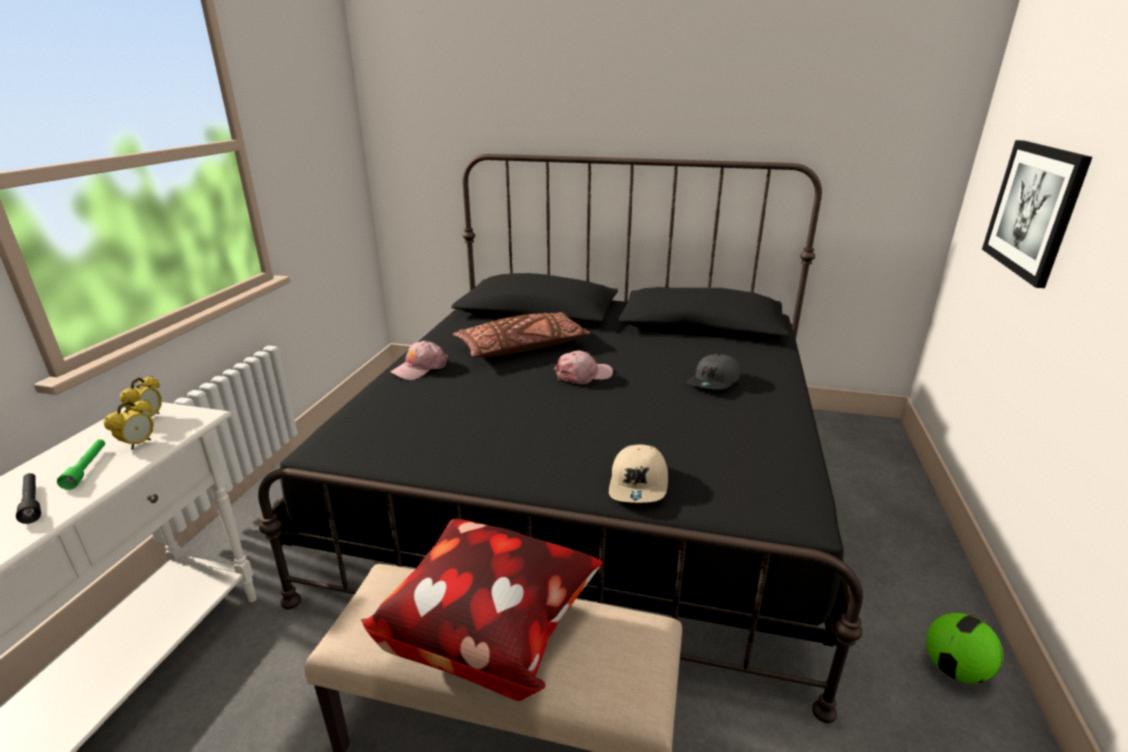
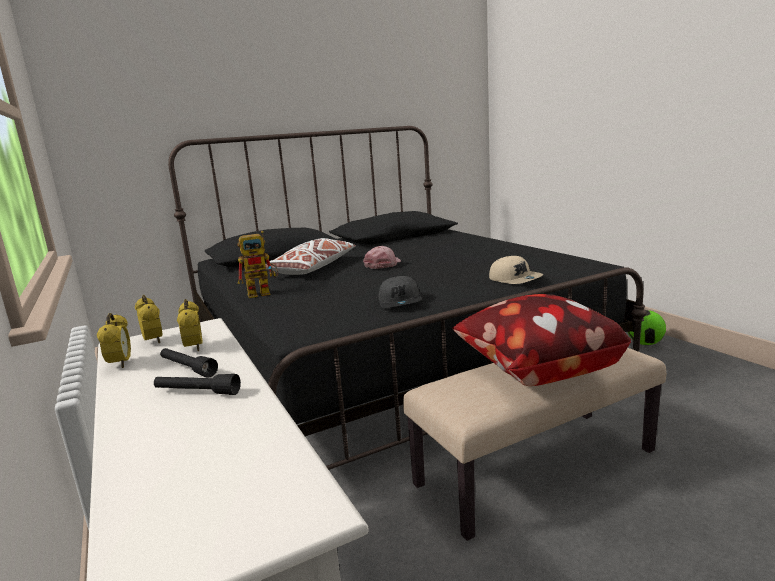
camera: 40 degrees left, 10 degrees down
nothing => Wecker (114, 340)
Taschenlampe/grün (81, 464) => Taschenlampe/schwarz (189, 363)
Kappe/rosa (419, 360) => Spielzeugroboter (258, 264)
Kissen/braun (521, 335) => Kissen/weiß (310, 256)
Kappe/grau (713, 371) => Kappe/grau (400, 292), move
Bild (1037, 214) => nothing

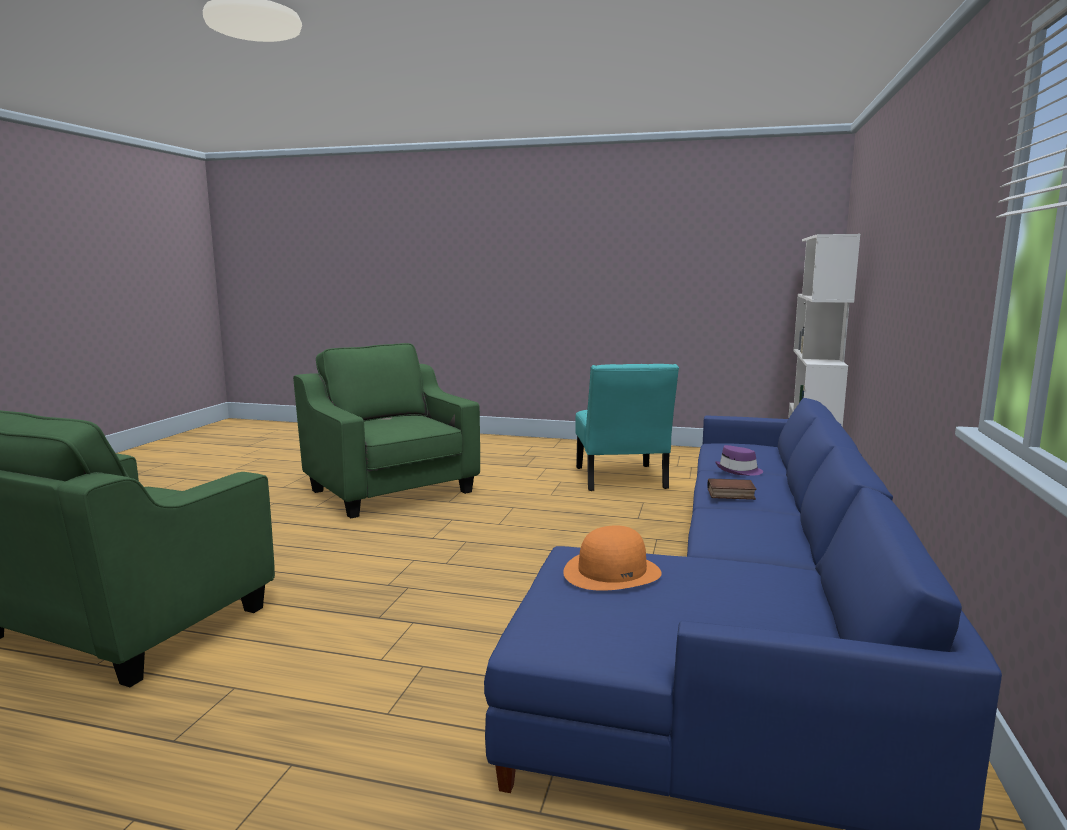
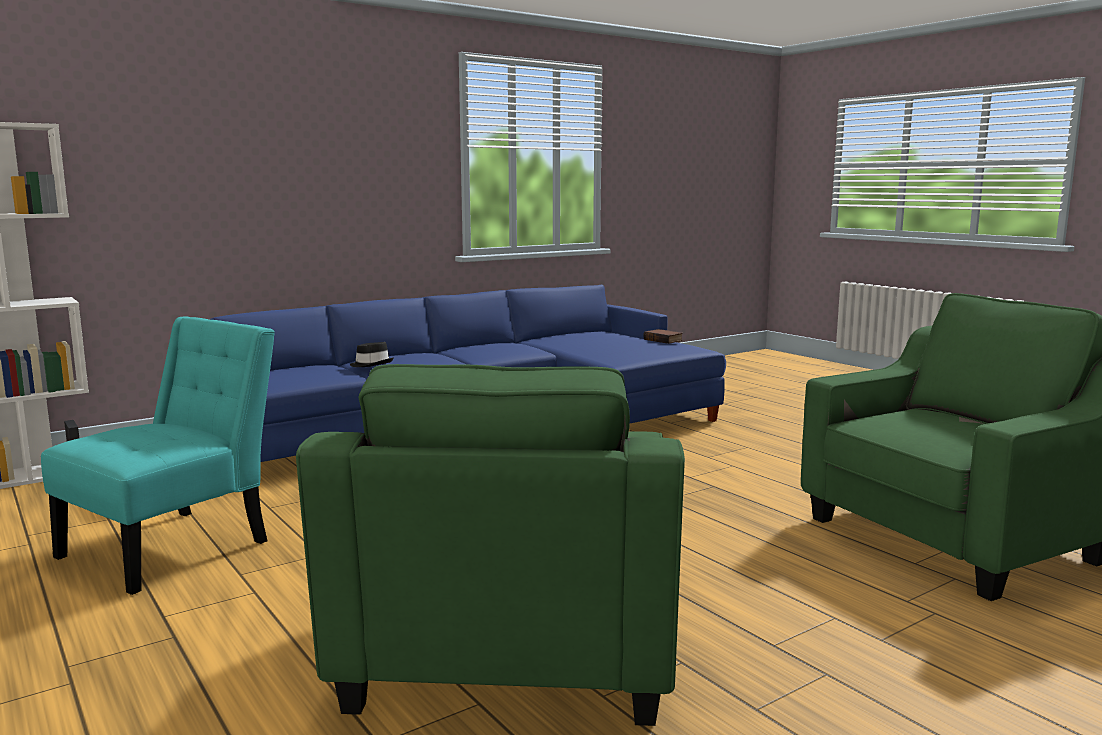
camera: 140 degrees left, 0 degrees up
Hut/lila (739, 460) => Hut/schwarz (371, 354)
Buch (731, 489) => Buch (663, 336), move
Hut/orange (612, 558) => nothing

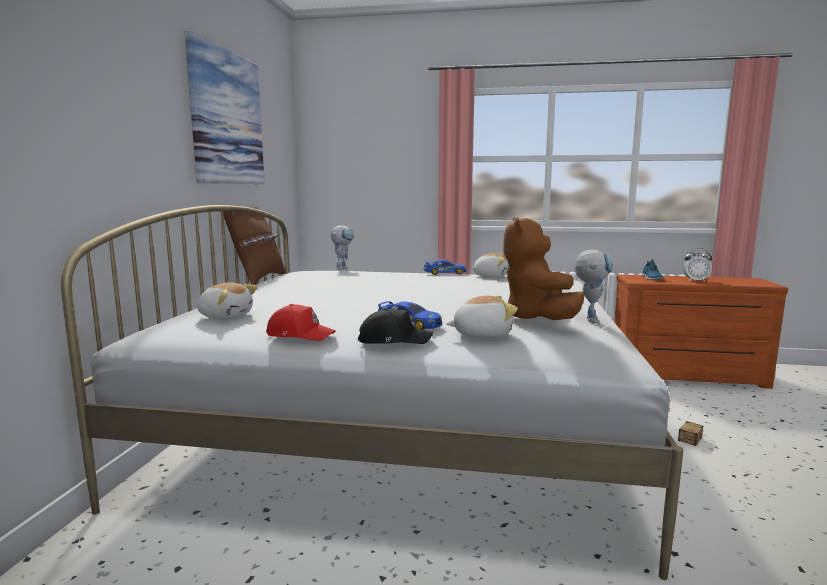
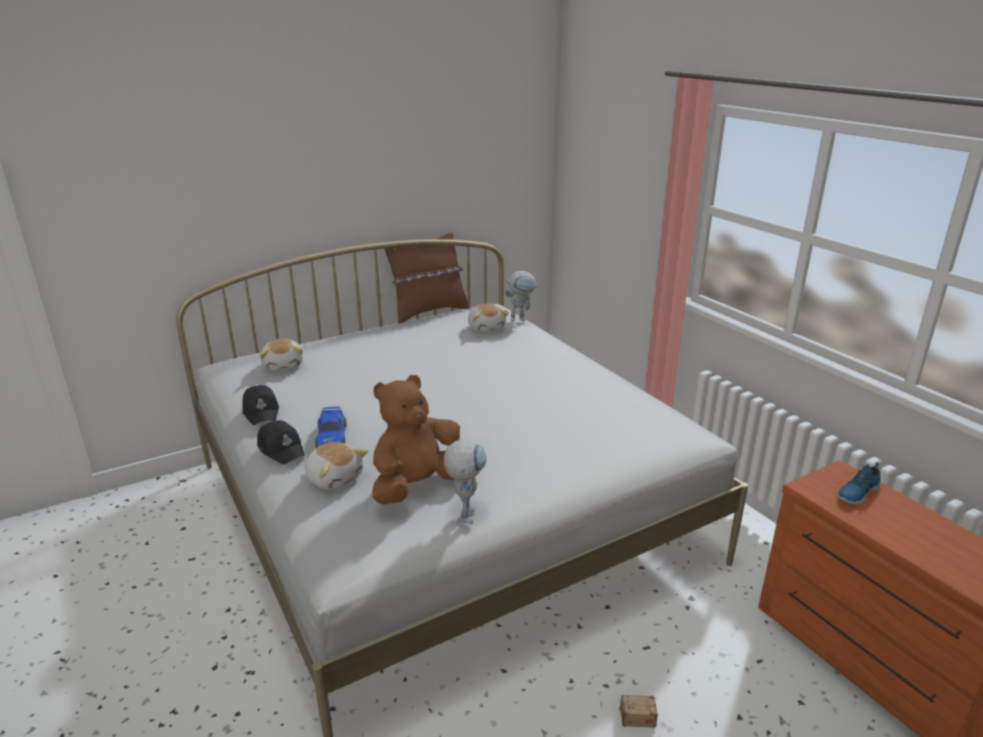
camera: 50 degrees right, 15 degrees up
Kappe/rot (301, 322) => Kappe/schwarz (261, 405)
Spielzeugroboter (593, 286) => Spielzeugroboter (465, 481), 60 degrees counterclockwise
Plüschtier (489, 265) => Plüschtier (488, 318), move
Bild (225, 107) => nothing
Spielzeugauto (444, 267) => nothing
Wecker (698, 265) => nothing

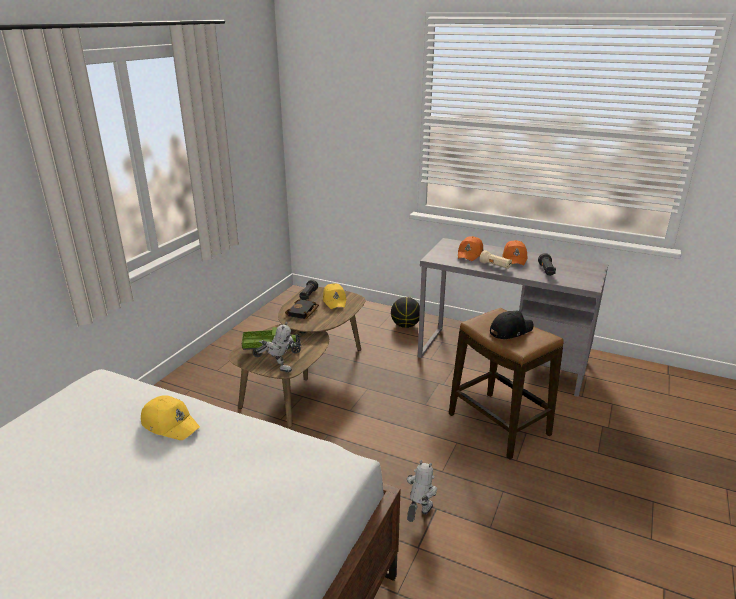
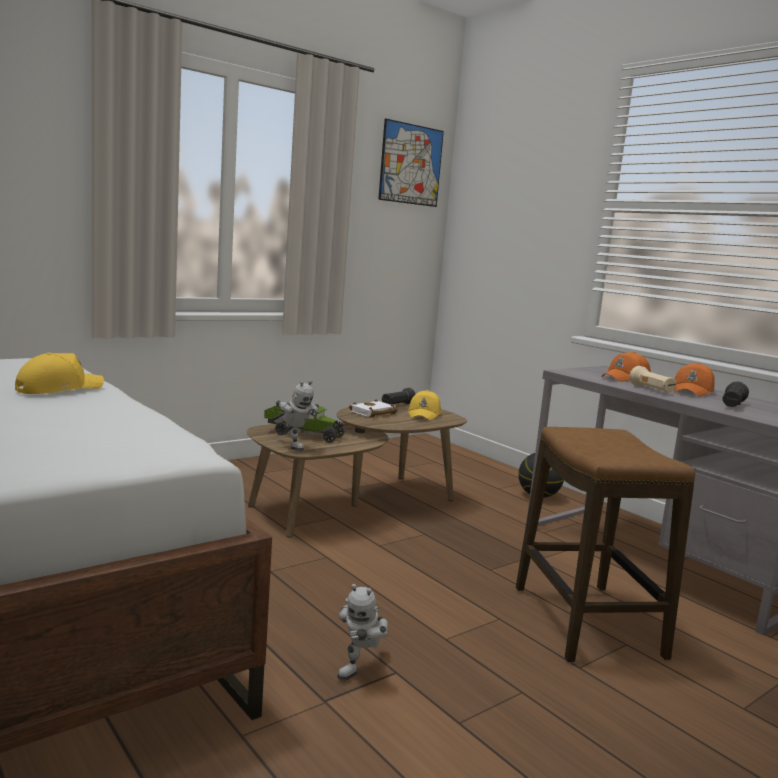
camera: 25 degrees right, 15 degrees down
Kappe/gelb (170, 417) => Kappe/gelb (59, 373), 105 degrees counterclockwise
Spielzeugroboter (422, 491) => Spielzeugroboter (362, 632), 150 degrees clockwise
Buch/schwarz (302, 309) => Buch/weiß (373, 408)
nothing => Bild (411, 163)
Kappe/schwarz (512, 325) => nothing

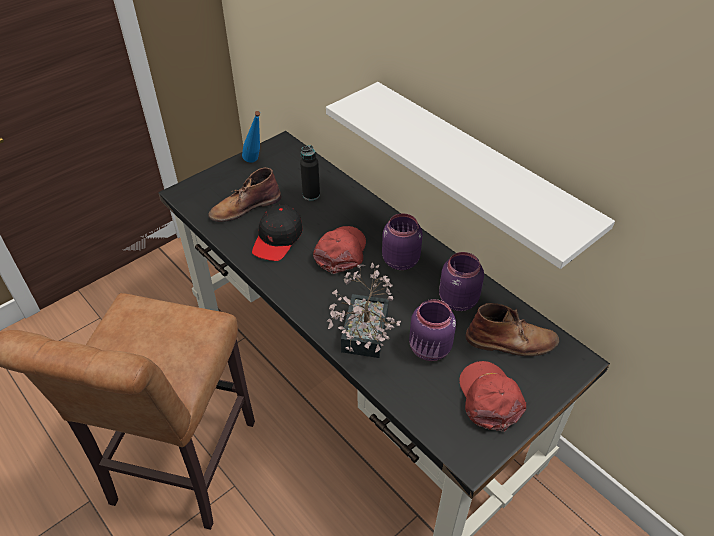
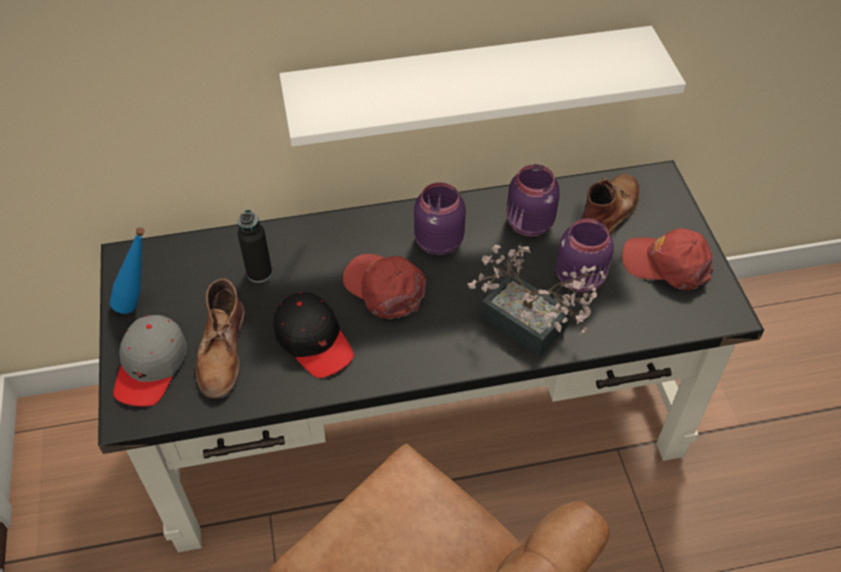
camera: 60 degrees left, 5 degrees up
nothing => Kappe/grau (150, 360)

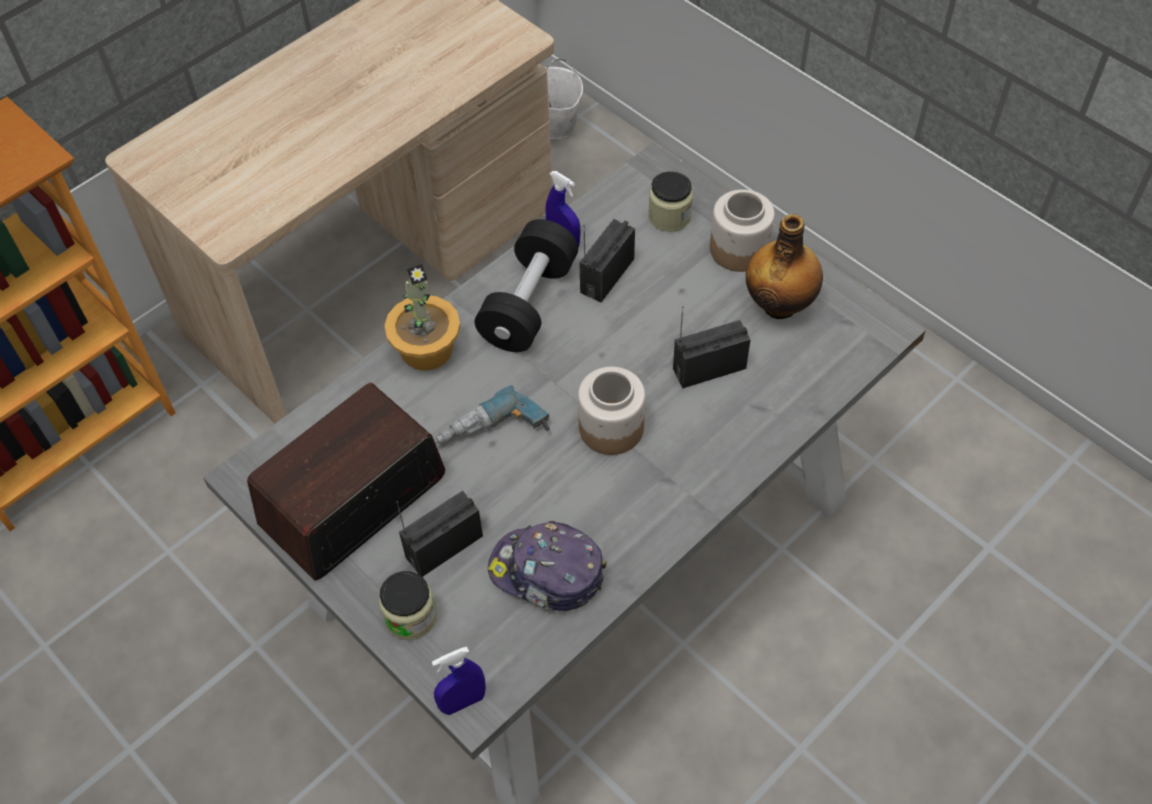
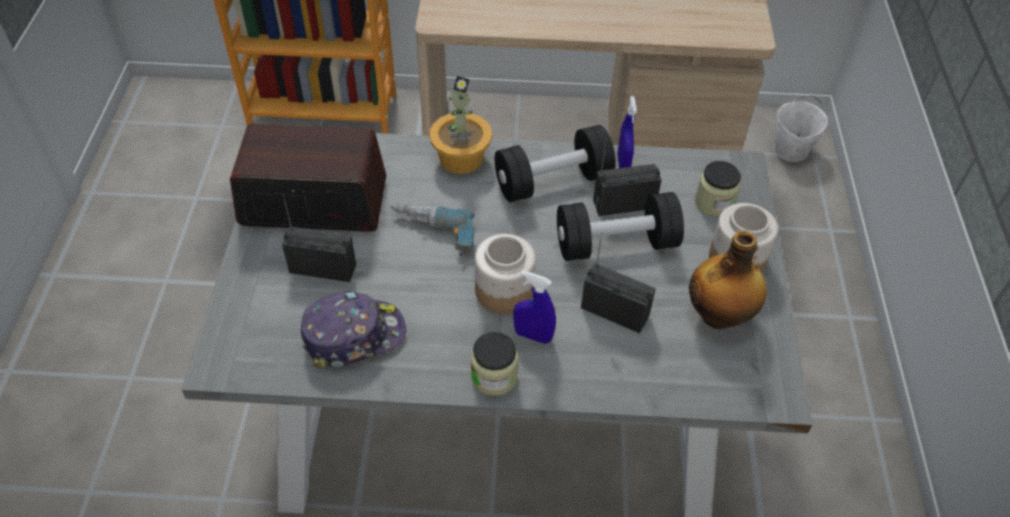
camera: 45 degrees right, 5 degrees down
Kappe (547, 565) => Kappe (353, 329), 90 degrees clockwise
Vorratsglas (408, 605) => Vorratsglas (494, 364), move
Sprühflasche/blau (459, 681) => Sprühflasche/blau (534, 307), move
nothing => Hantel/schwarz (620, 226)

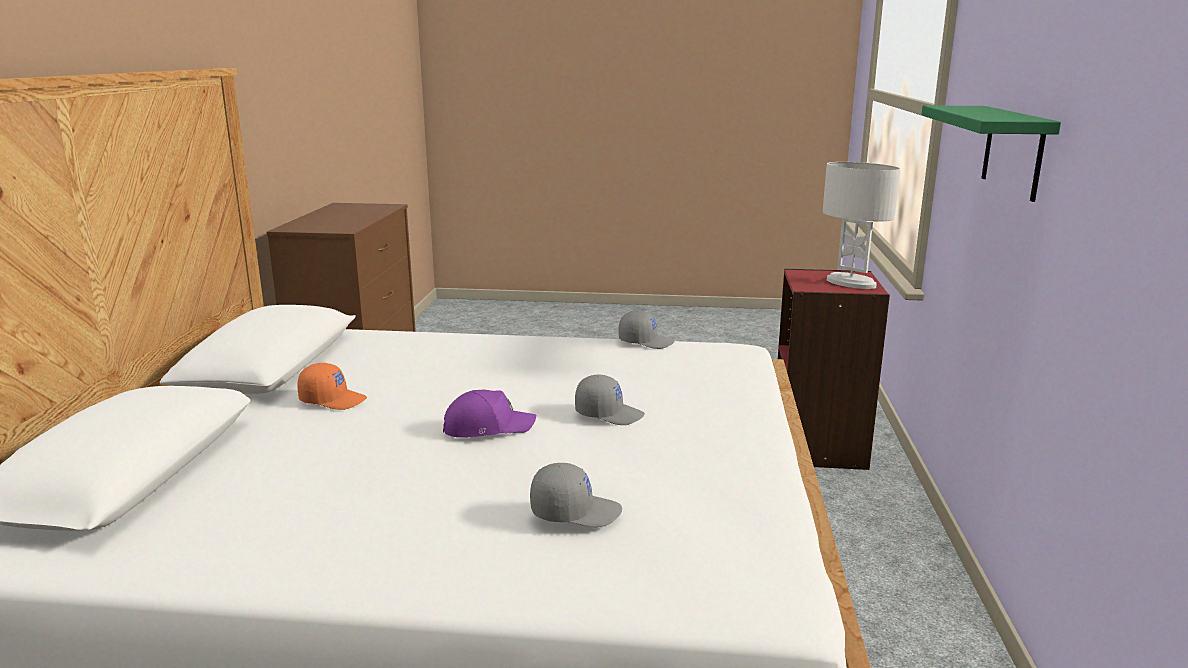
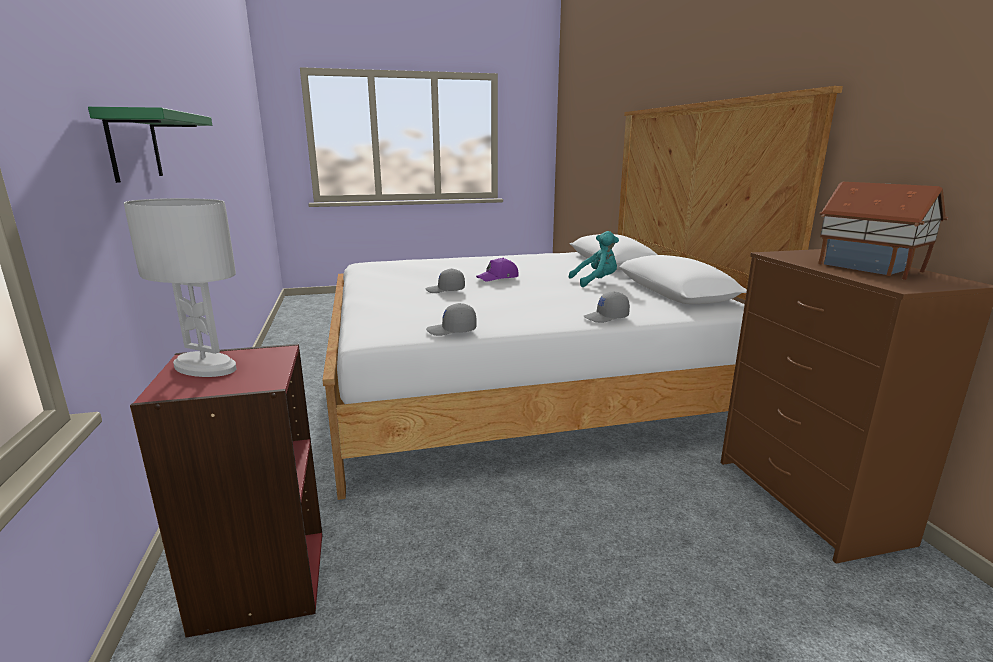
camera: 160 degrees right, 0 degrees up
Kappe/orange (332, 386) => Plüschtier/türkis (594, 259)
Kappe/grau (576, 495) => Kappe/grau (607, 307), move
nothing => Spielzeughaus (883, 231)

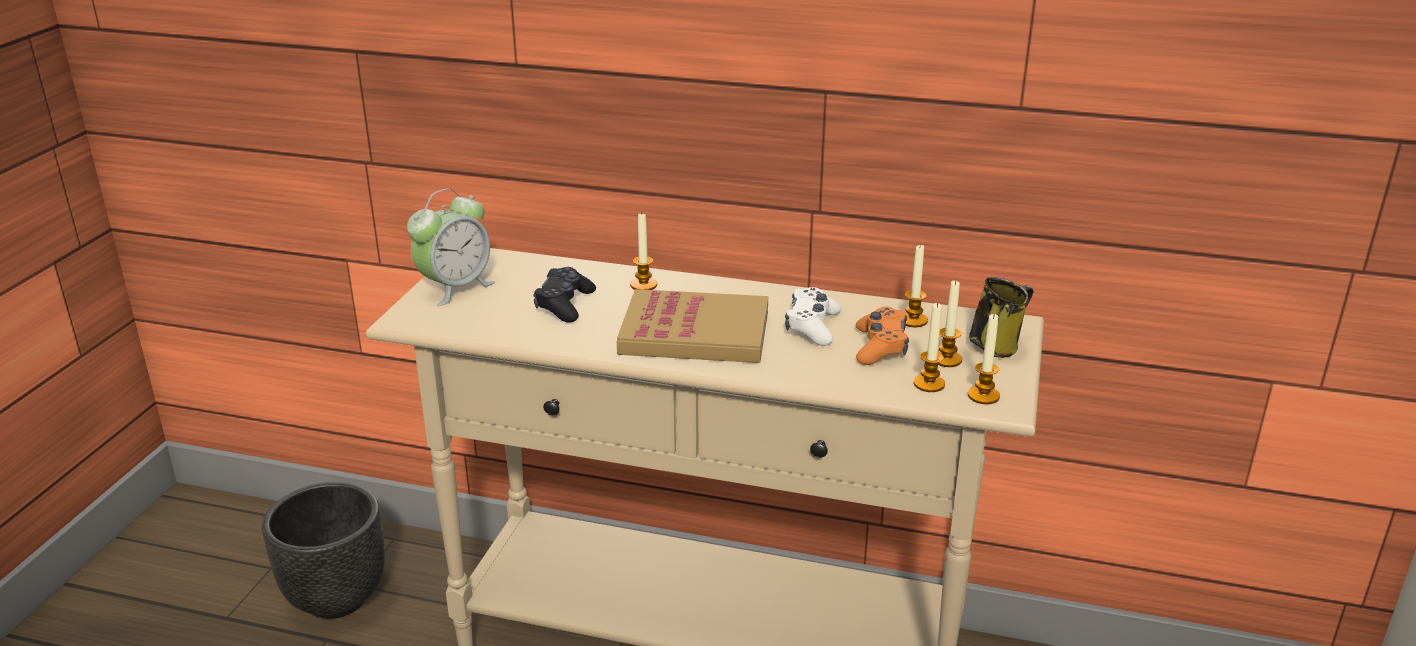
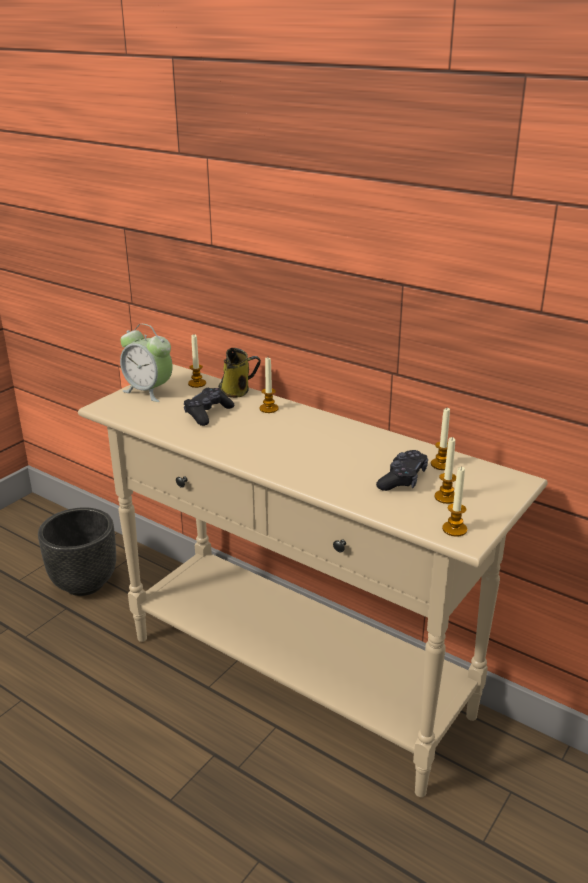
camera: 20 degrees right, 0 degrees up
Wecker (451, 247) => Wecker (146, 363), 60 degrees clockwise
Kerze (929, 347) => Kerze (197, 361), move
Henkelbecher (1001, 317) => Henkelbecher (239, 373), move
Gamepad/orange (882, 335) => Gamepad/schwarz (402, 470)
Buch (692, 326) => nothing
Gamepad/weiß (813, 316) => nothing

